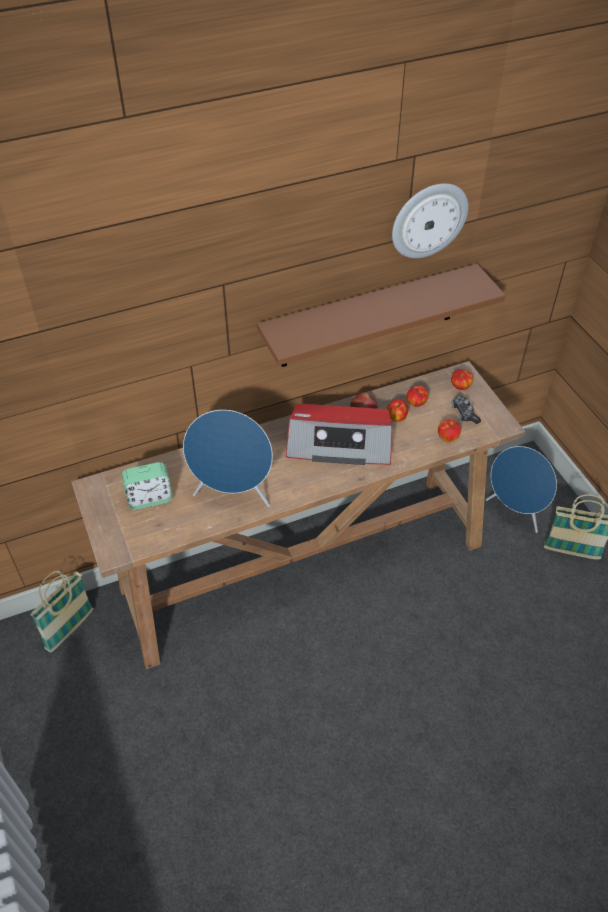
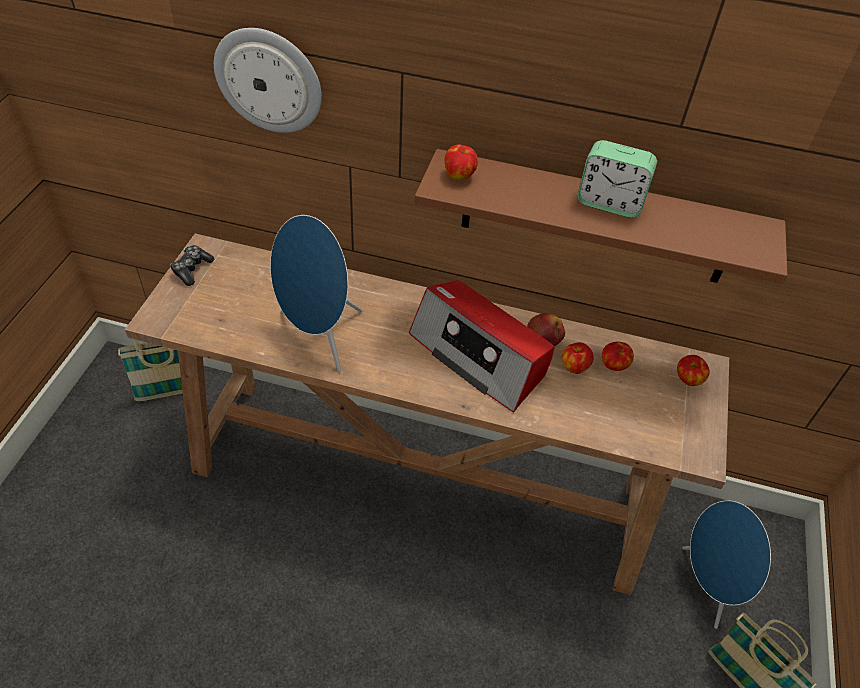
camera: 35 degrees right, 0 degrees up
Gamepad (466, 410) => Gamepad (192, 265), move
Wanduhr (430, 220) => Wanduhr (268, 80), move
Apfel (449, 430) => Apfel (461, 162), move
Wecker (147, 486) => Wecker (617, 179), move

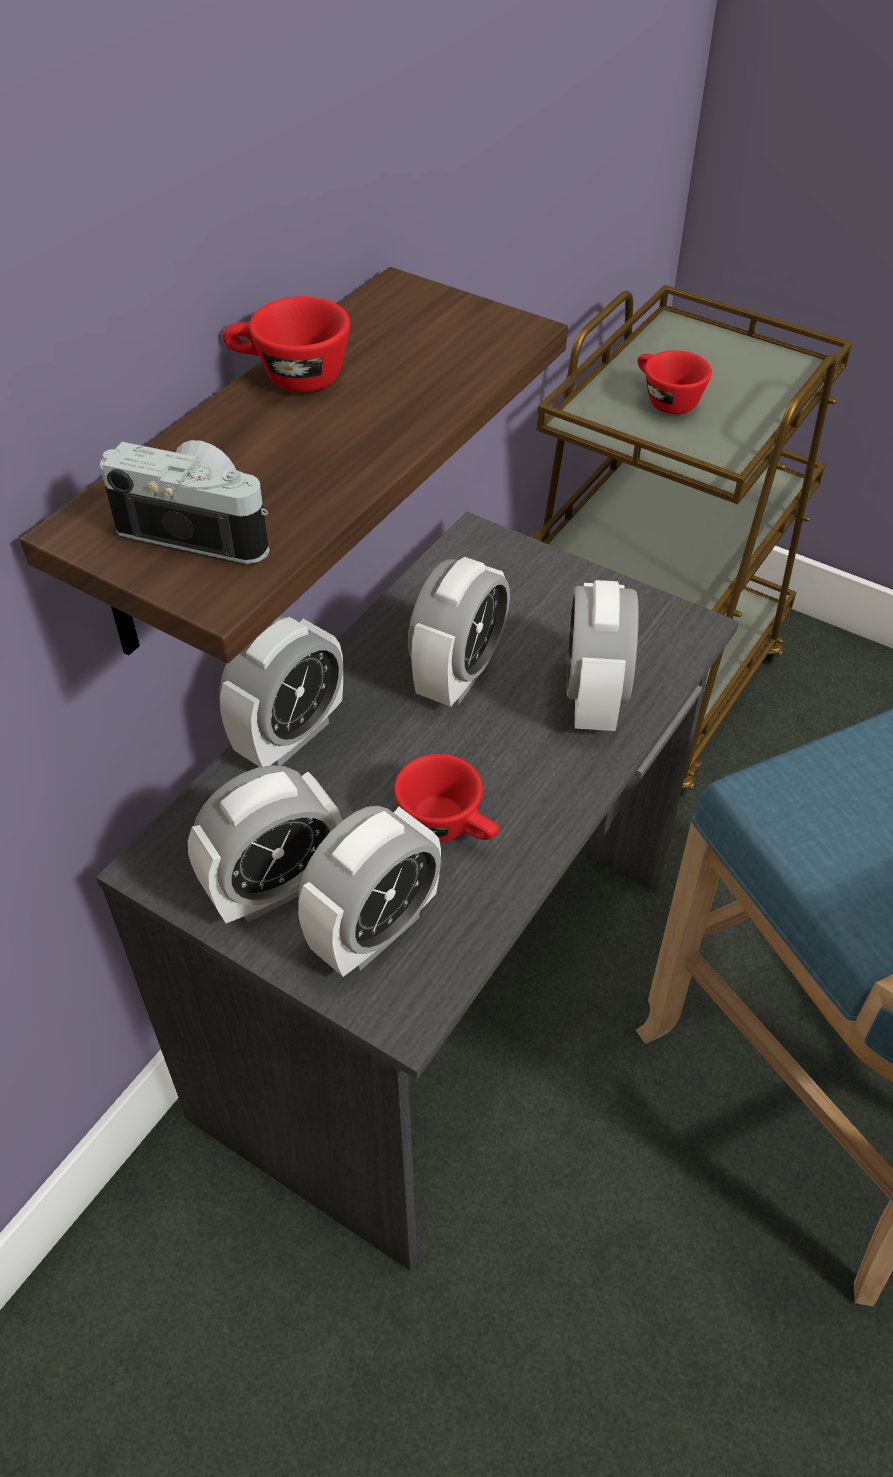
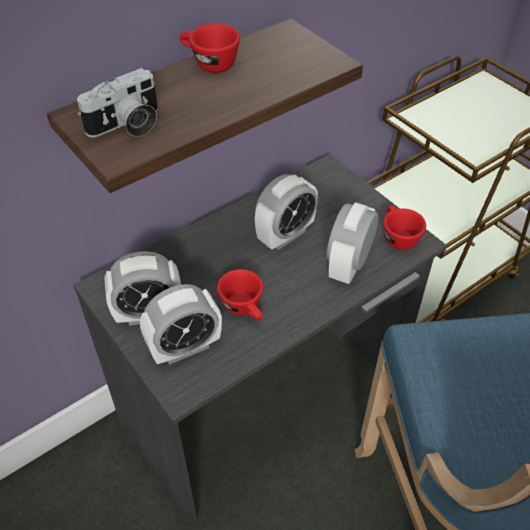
camera: 20 degrees right, 0 degrees up
Kamera (185, 502) => Kamera (117, 102), 105 degrees clockwise
Tasse/rot (675, 382) => Tasse/rot (404, 227), move
Wecker (281, 692) => nothing

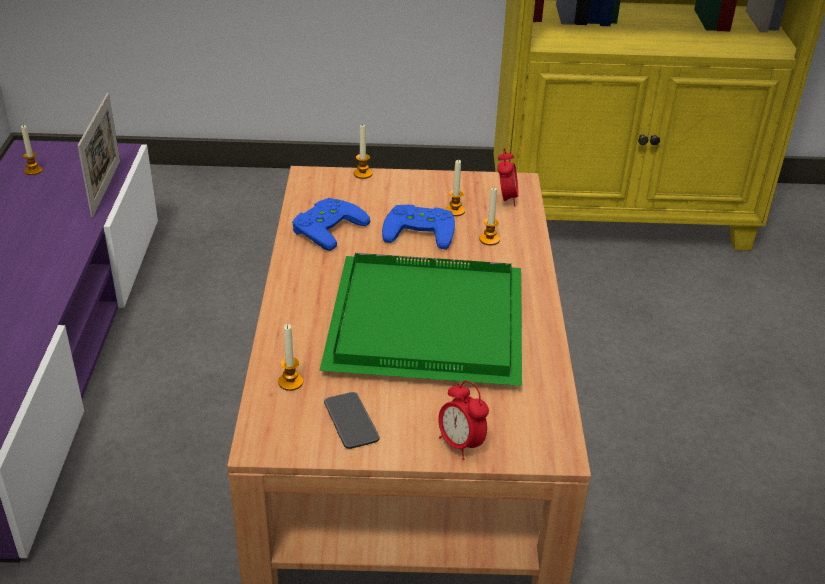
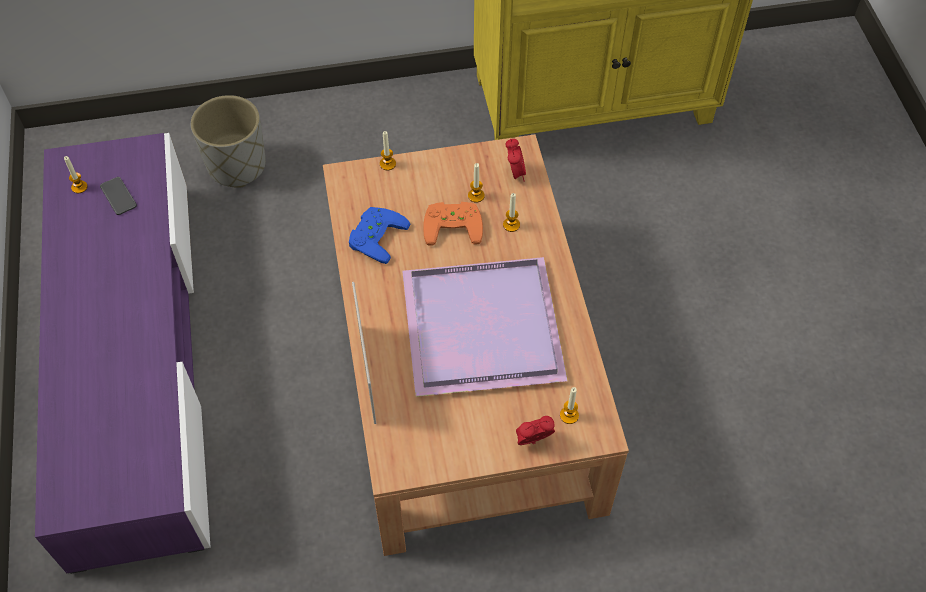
camera: 10 degrees left, 20 degrees up
Handy (351, 420) => Handy (118, 196), move
nothing => Pflanzkübel/grau (228, 141)
Bilderrahmen (98, 155) => Bilderrahmen (364, 353), move
Tablett/grün (420, 319) => Tablett/lila (485, 327)
Gamepad/blau (418, 227) => Gamepad/orange (453, 224)
Wecker (463, 420) => Wecker (535, 430), 120 degrees clockwise
Kerze (290, 357) => Kerze (569, 405), move

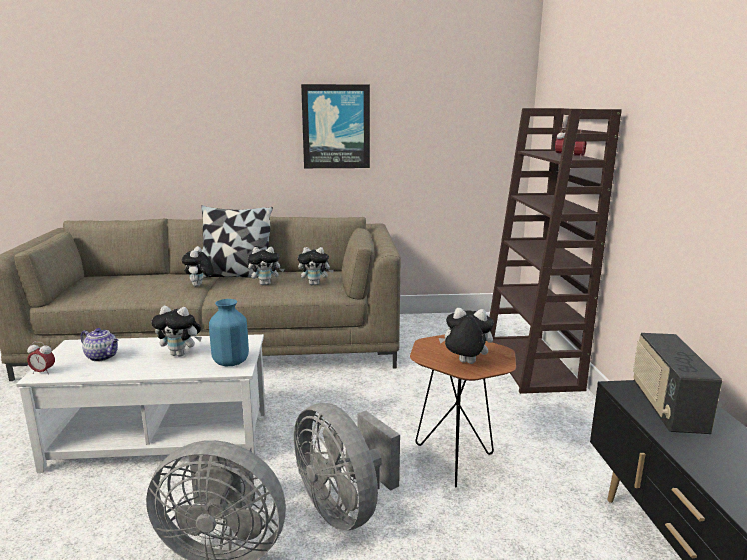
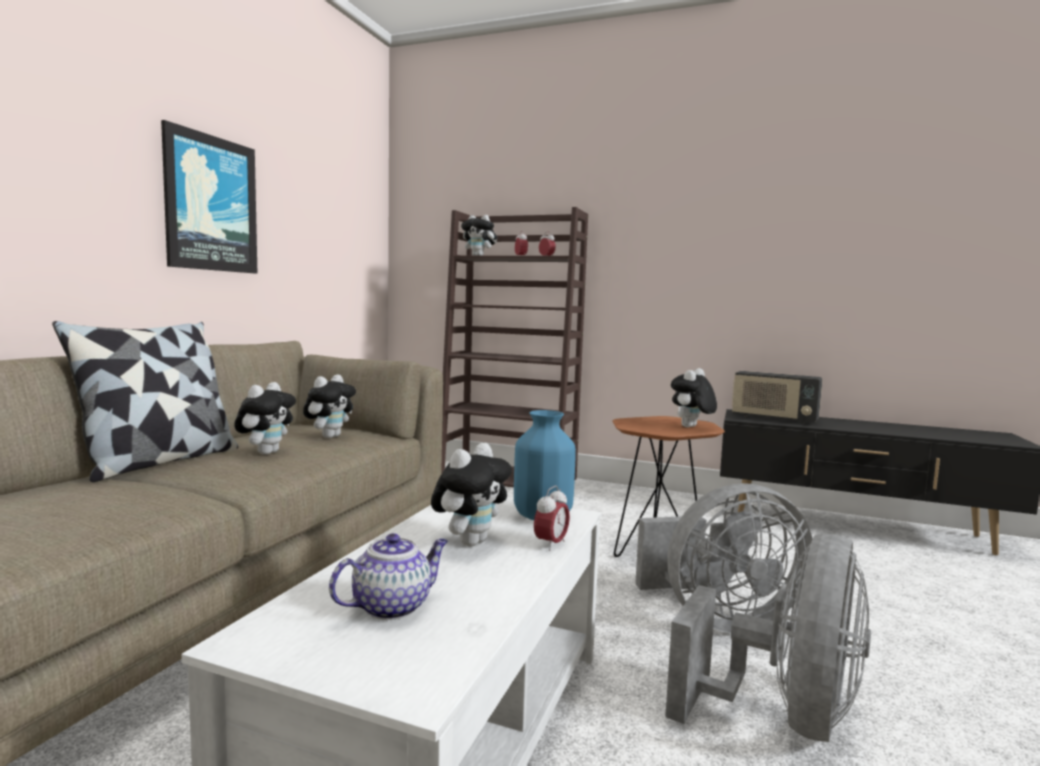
camera: 65 degrees left, 10 degrees down
Plüschtier (198, 266) => Plüschtier (479, 235), move
Wecker (41, 358) => Wecker (552, 518), move

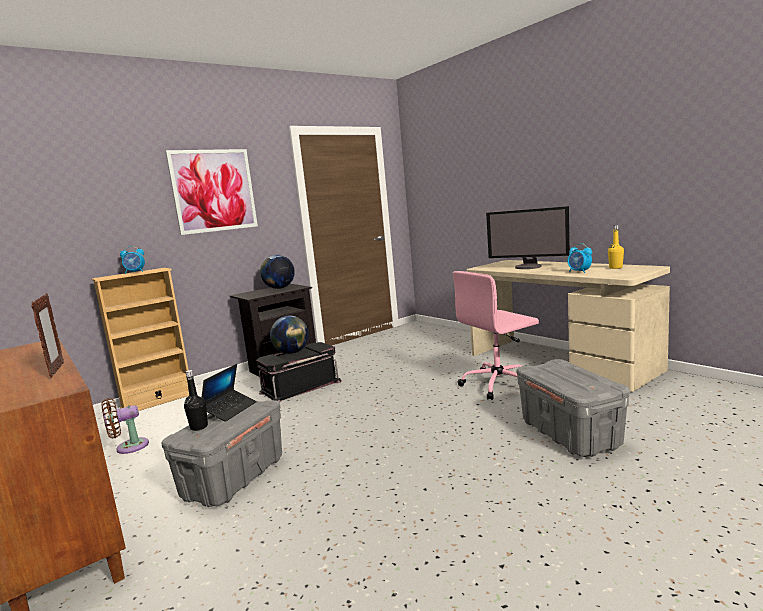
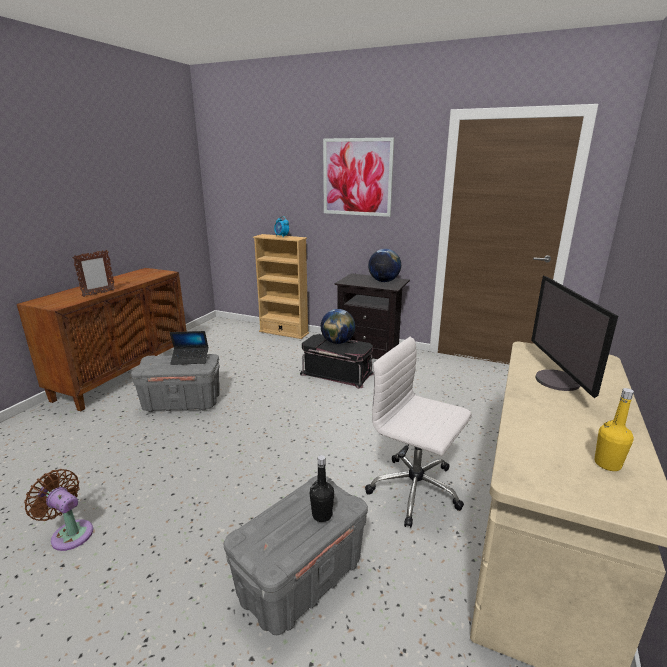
camera: 60 degrees right, 10 degrees up
Ventilator/braun (125, 426) => Ventilator/braun (58, 510), move
Flasche/schwarz (196, 400) => Flasche/schwarz (322, 488), move
Bürostuhl/rosa (496, 335) => Bürostuhl/weiß (418, 432)
Wecker (580, 258) => nothing

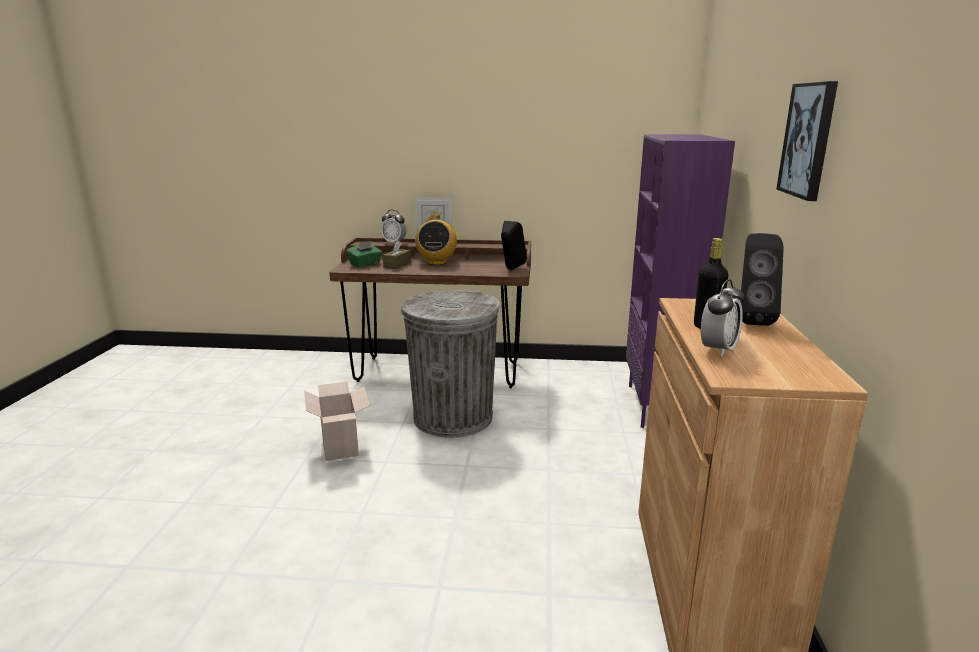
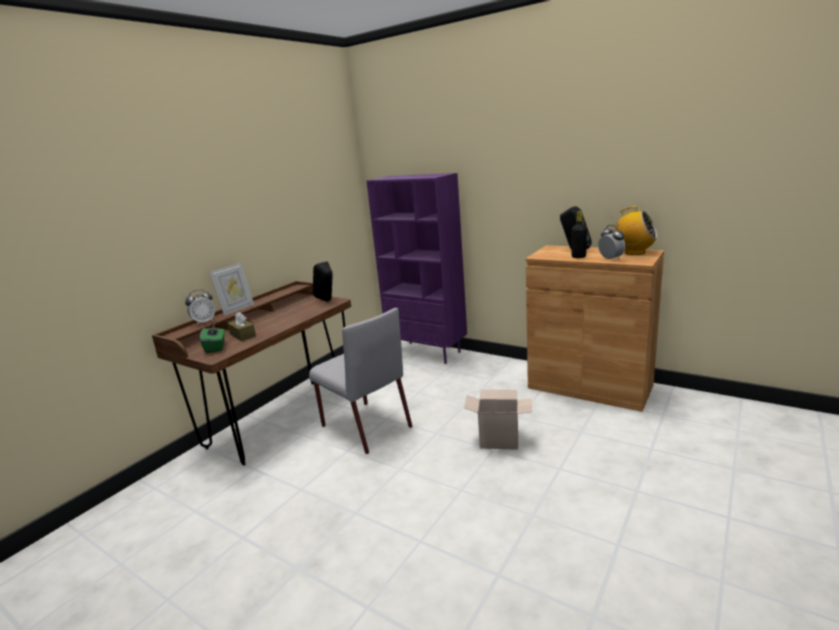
camera: 60 degrees left, 0 degrees up
Mülleimer/grau (450, 364) => Stuhl/grau (360, 381)
Karton (337, 421) => Karton (498, 419), move
Radio (436, 240) => Radio (635, 230), move
Bild (807, 141) => nothing

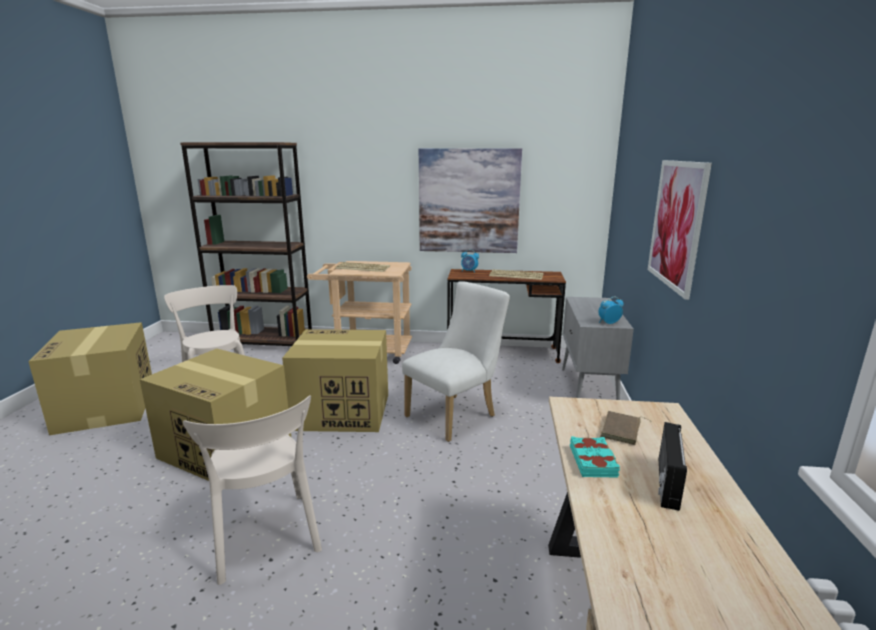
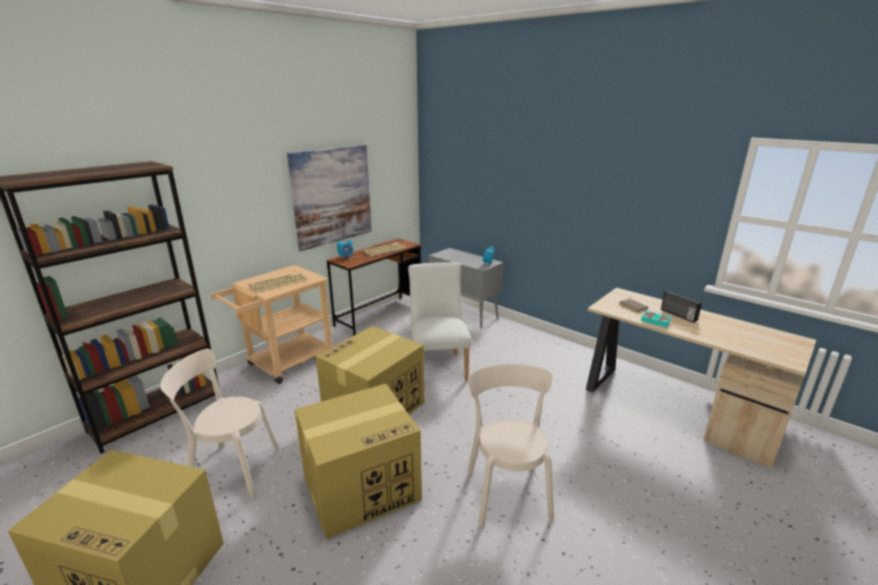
camera: 55 degrees left, 5 degrees up
Stuhl/beige (252, 490) => Stuhl/beige (510, 445), 105 degrees counterclockwise
Bild (680, 230) => nothing

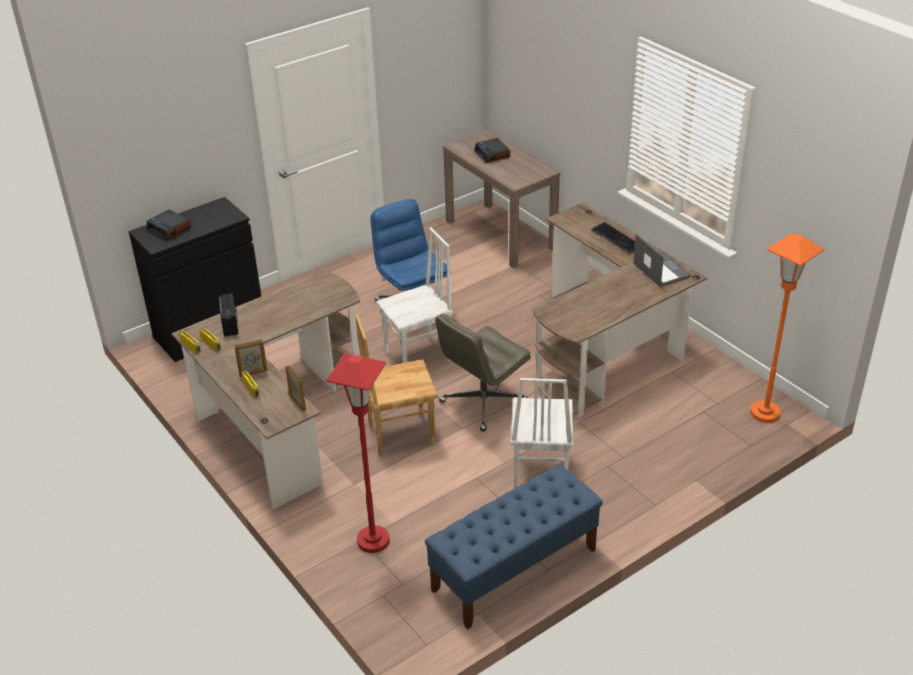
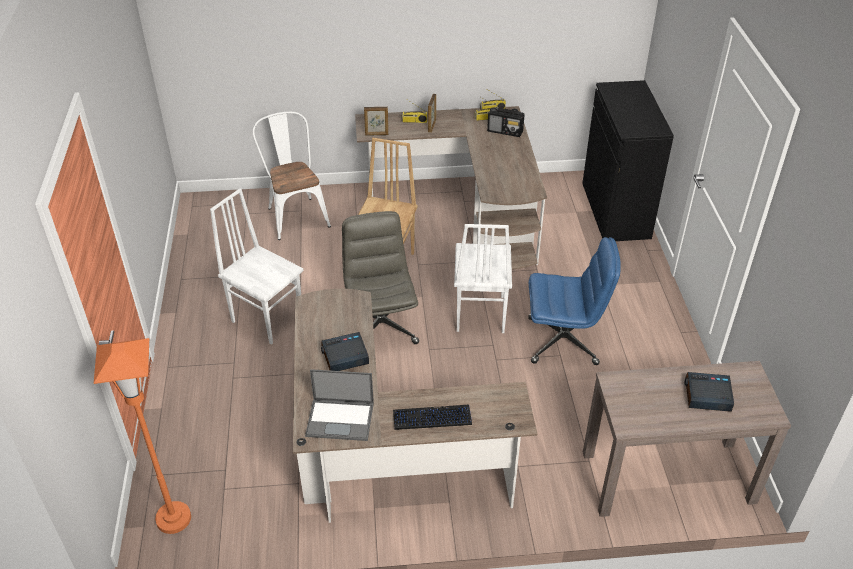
camera: 120 degrees right, 5 degrees up
Stehlampe/rot (357, 453) => Stuhl/weiß (292, 176)
Wecker (169, 225) => Wecker (345, 351), move
Bank/blau (514, 546) => nothing

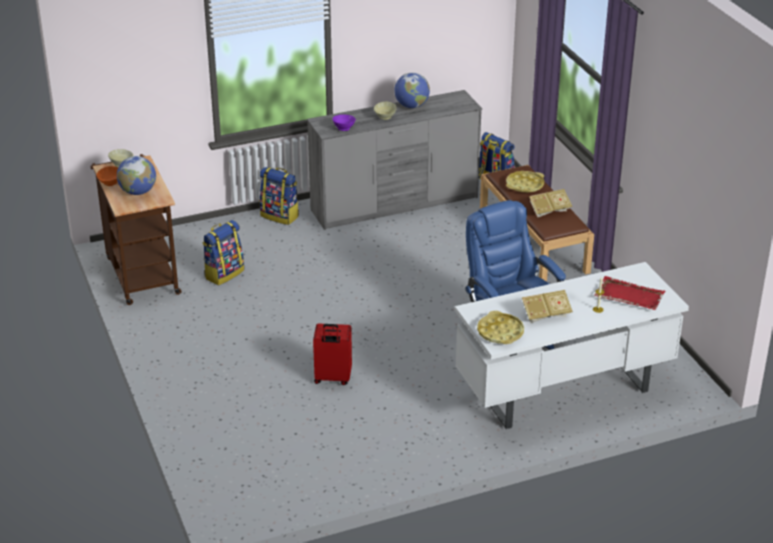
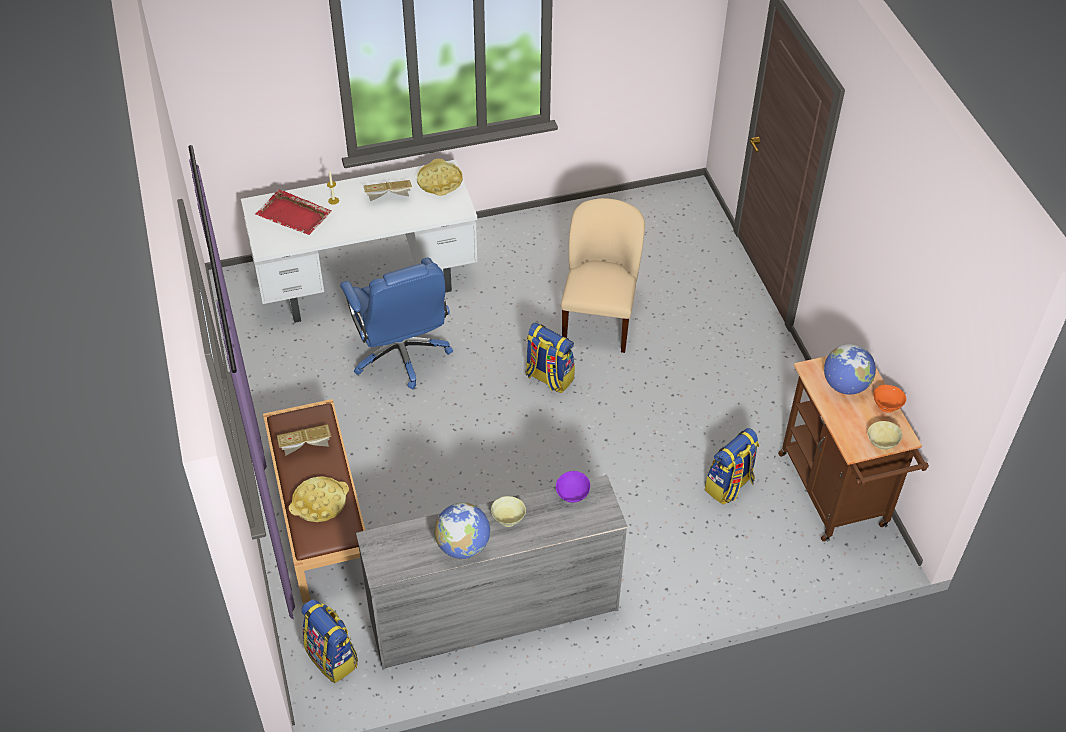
camera: 175 degrees left, 15 degrees up
Rucksack (279, 196) => Rucksack (550, 358), move
Koffer/rot (332, 354) => Stuhl/beige (603, 275)

